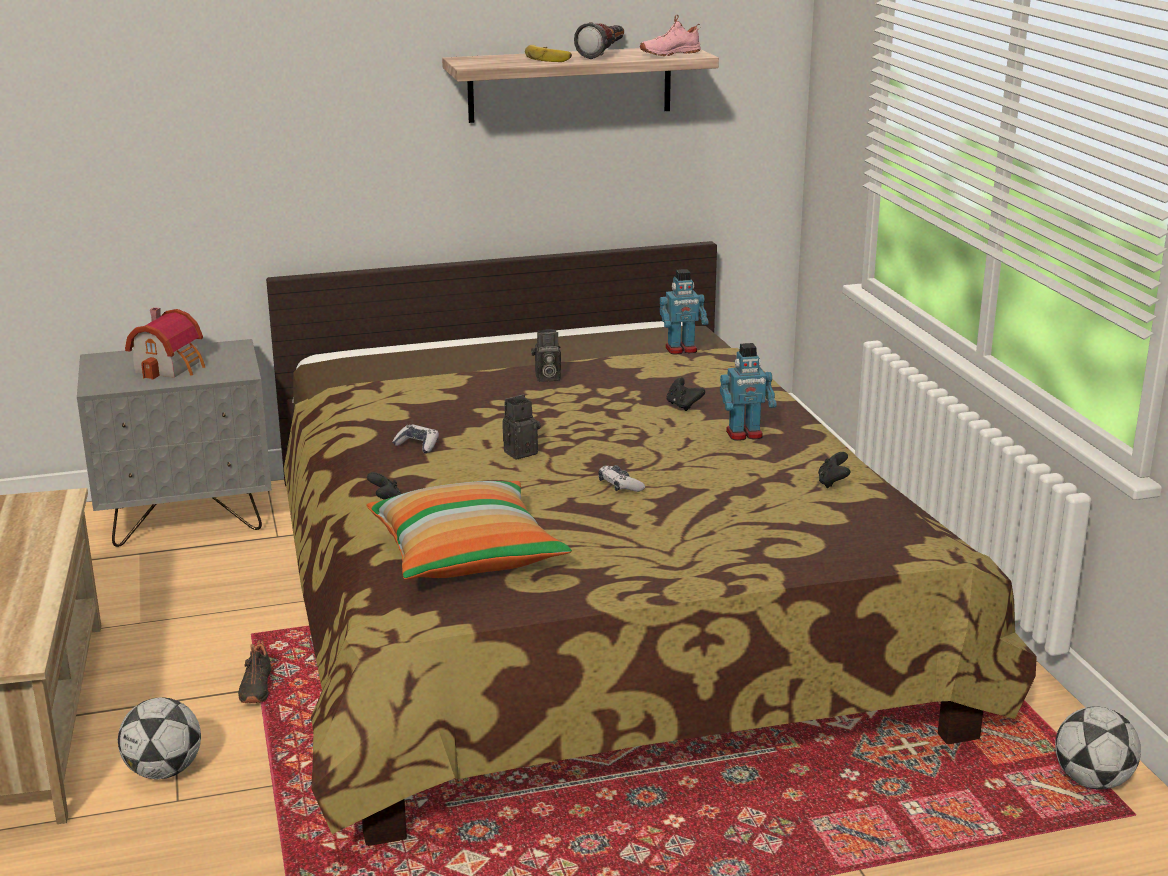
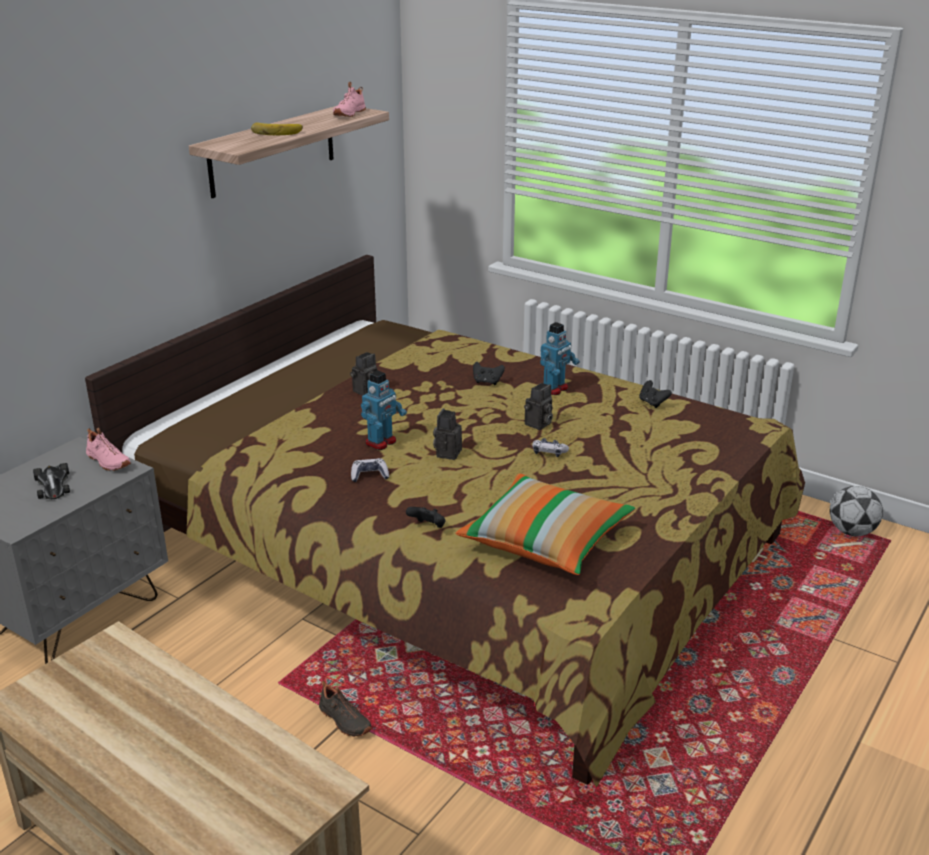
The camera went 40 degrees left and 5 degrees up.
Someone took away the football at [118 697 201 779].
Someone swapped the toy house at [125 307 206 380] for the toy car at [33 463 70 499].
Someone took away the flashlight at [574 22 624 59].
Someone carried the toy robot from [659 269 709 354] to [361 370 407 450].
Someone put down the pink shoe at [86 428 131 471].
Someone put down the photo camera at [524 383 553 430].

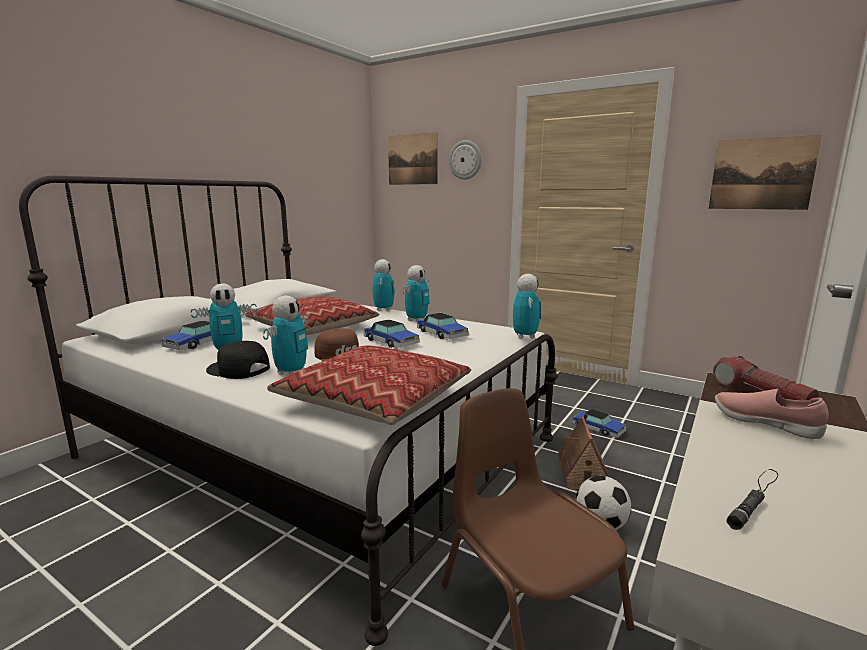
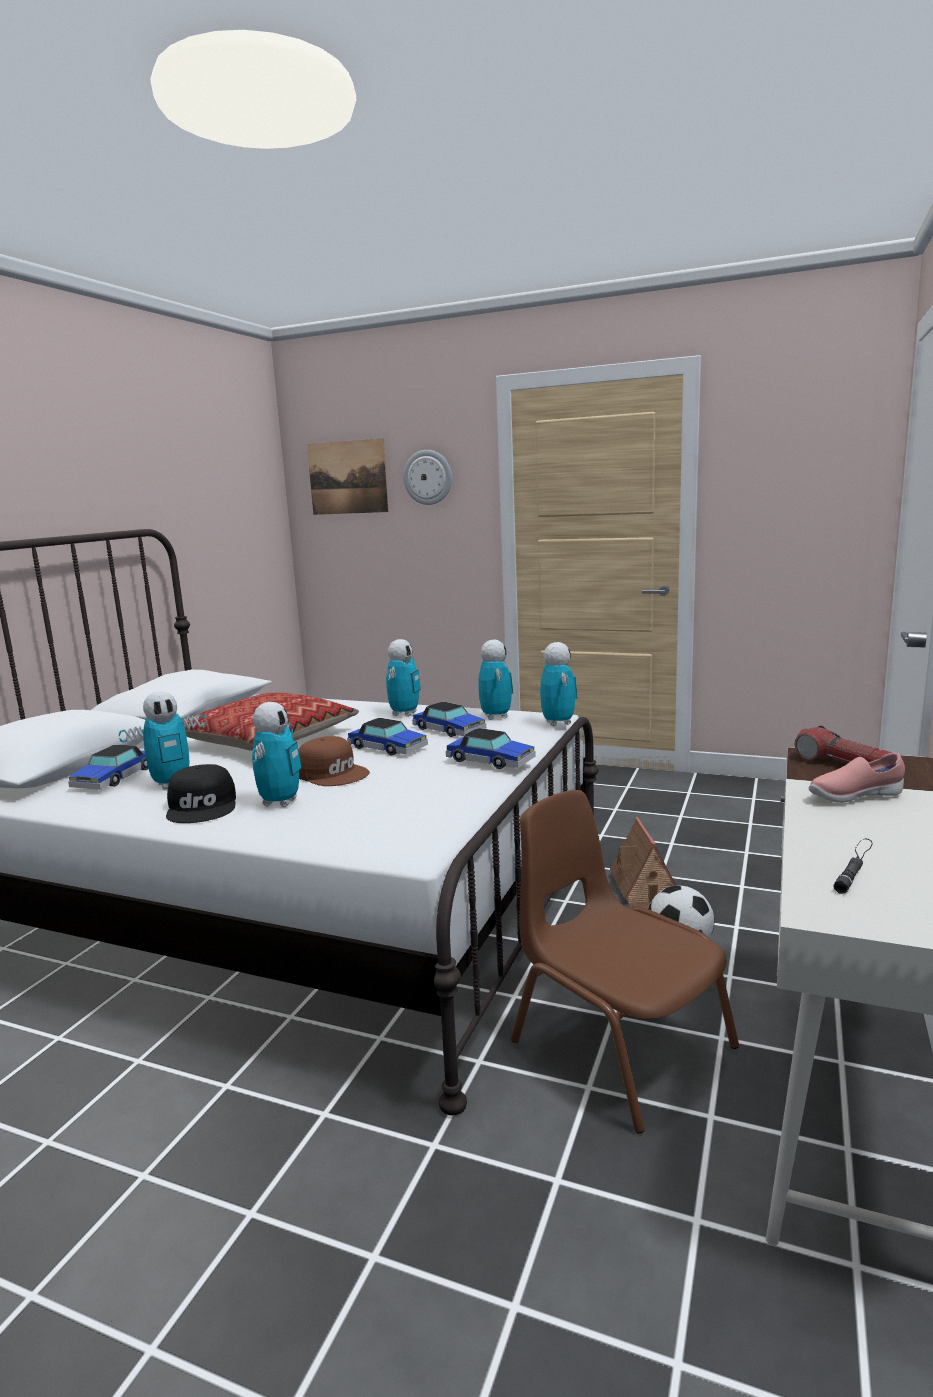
The camera went 10 degrees left and 0 degrees up.
Someone rotated the black cap at [206 341 270 379] by 120 degrees counterclockwise.
Someone took away the pillow at [267 346 471 425].
Someone carried the toy robot from [373 259 395 311] to [478 640 513 720].
Someone carried the toy car from [572 409 627 438] to [446 728 536 769].
Someone took away the picture at [709 135 822 210].
Someone rotated the pink shoe at [715 389 829 439] by 45 degrees counterclockwise.

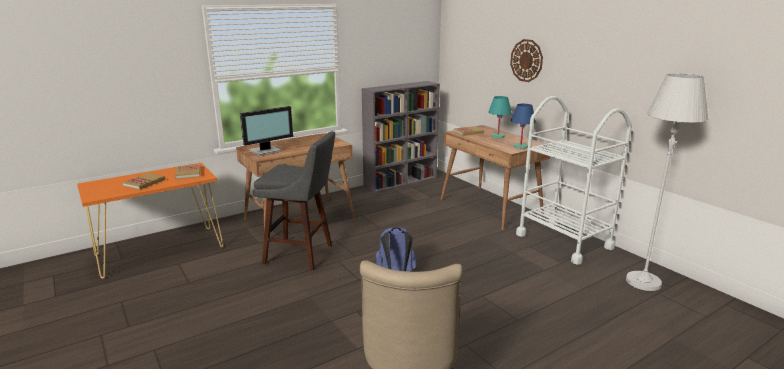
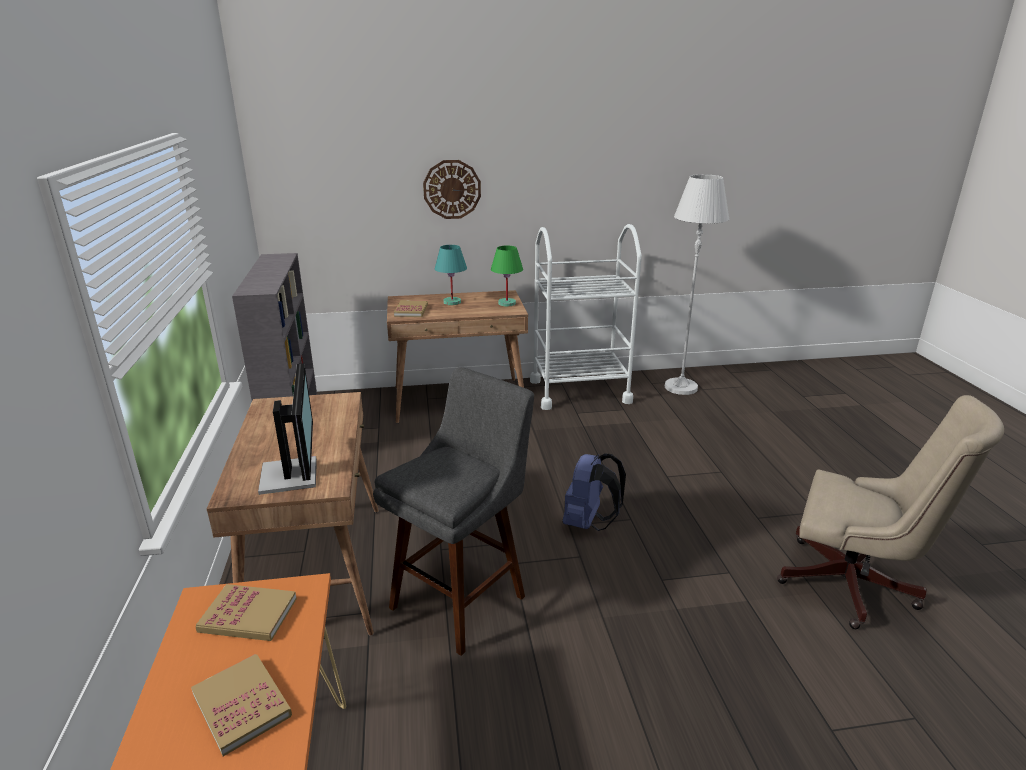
The camera went 65 degrees left and 5 degrees up.
Someone repainted the blue table lamp at [511 104 536 149], which became the green table lamp at [491 246 523 307].

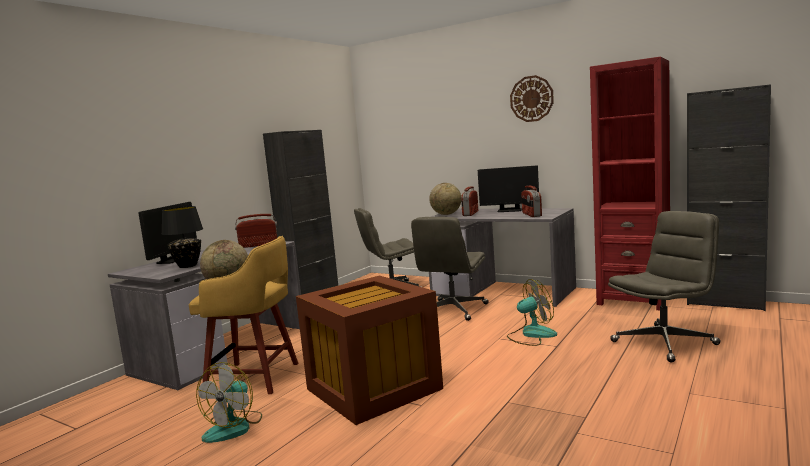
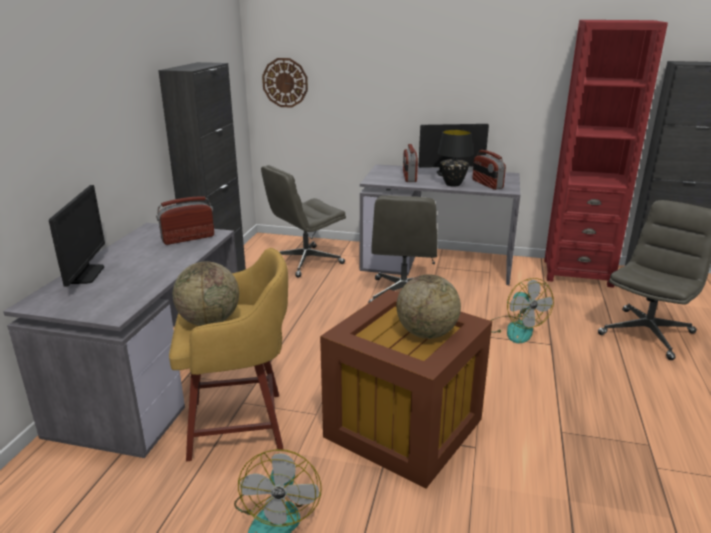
The camera went 20 degrees left and 15 degrees up.
Someone carried the black table lamp from [162 206 203 268] to [437 129 473 187].
Someone carried the globe from [429 183 461 215] to [397 274 461 339].
Someone rotated the fan at [507 279 557 346] by 105 degrees clockwise.
Someone carried the wall clock from [510 75 554 122] to [262 58 308 108].

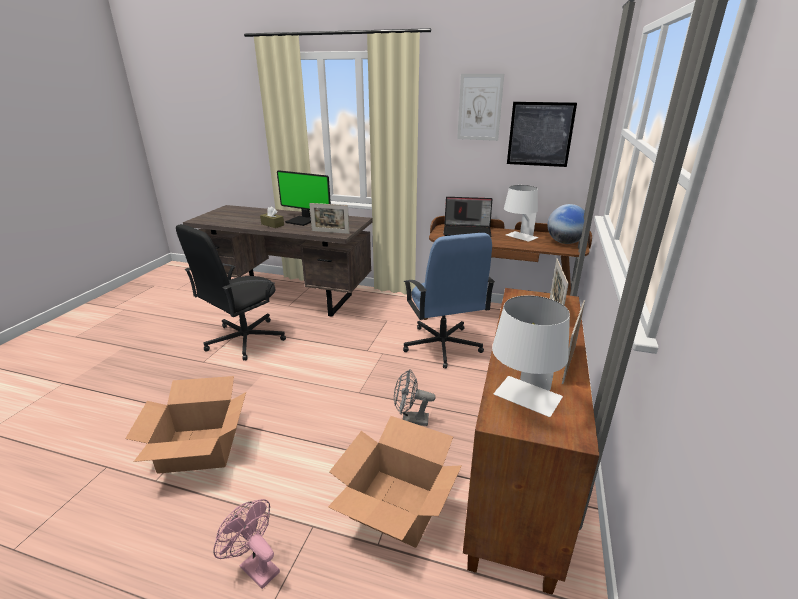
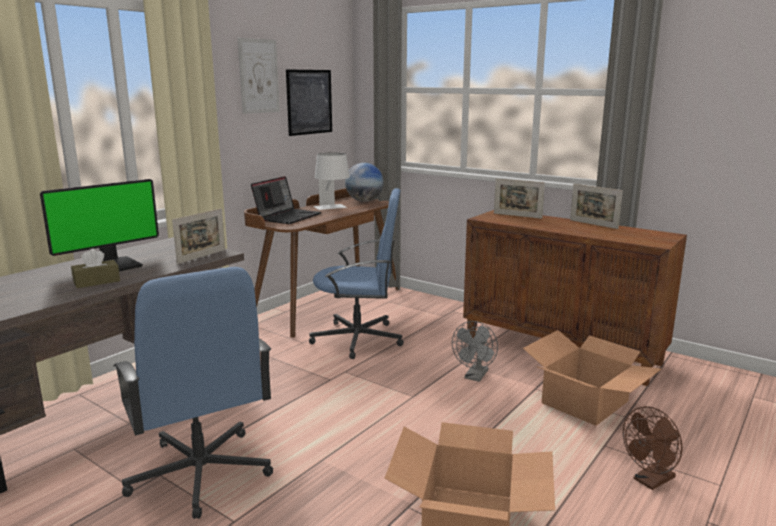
The camera went 70 degrees left and 10 degrees down.
Someone repainted the black office chair at [176 224 286 360], which became the blue office chair at [113 267 273 519].
Someone repainted the pink fan at [213 499 280 589], which became the brown fan at [623 406 683 490].
Someone took away the white table lamp at [492 295 570 417].

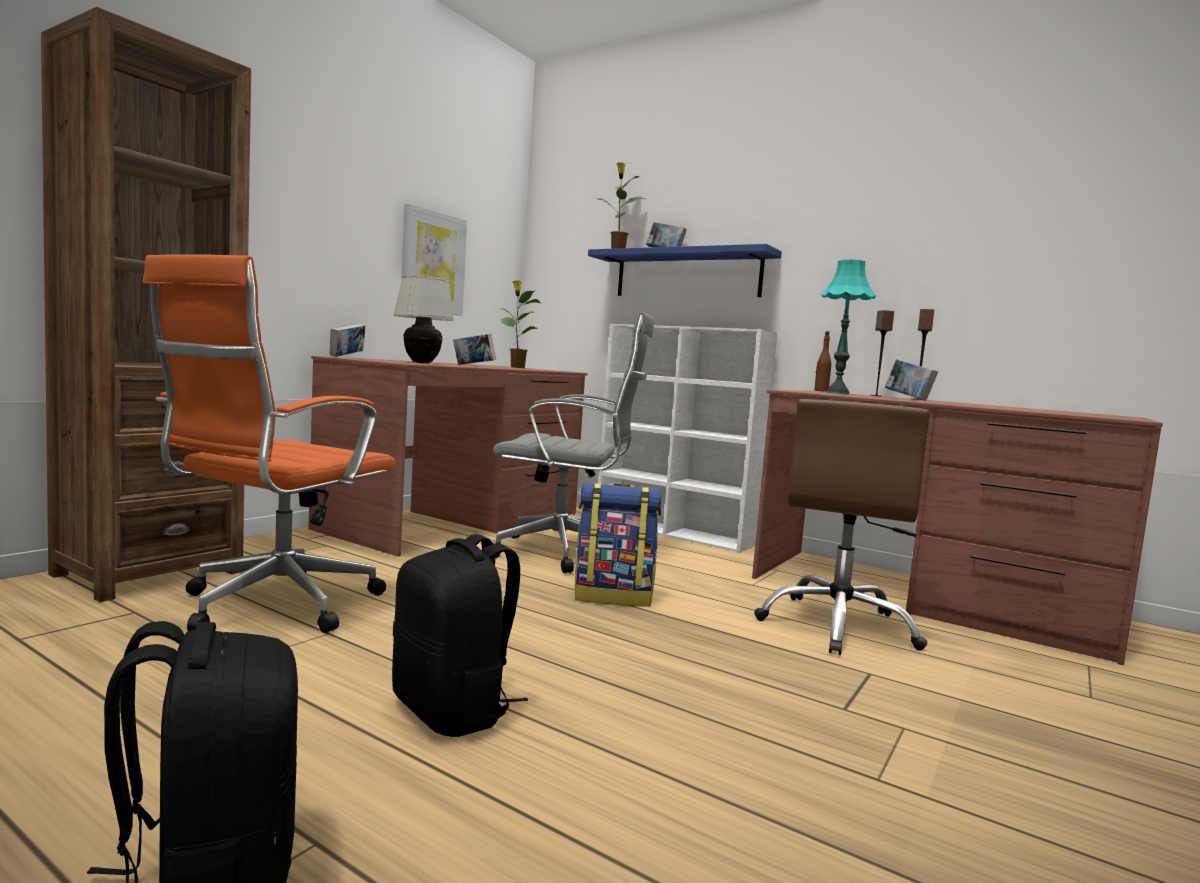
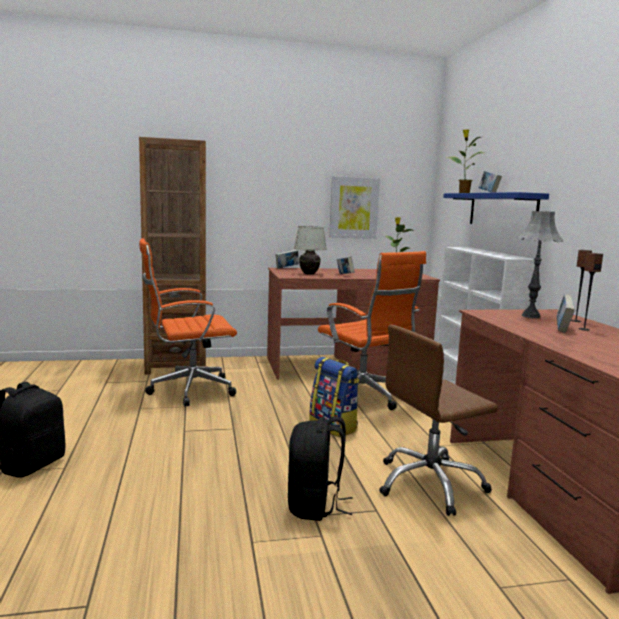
The camera went 45 degrees right and 5 degrees up.
Someone carried the black backpack from [392 534 528 737] to [288 416 353 521].
Someone repainted the grey office chair at [493 312 654 573], which became the orange office chair at [318 251 426 410].
Someone took away the brown bottle at [814 331 831 392].
Someone repainted the turquoise table lamp at [821 259 875 394], which became the grey table lamp at [518 211 563 318].

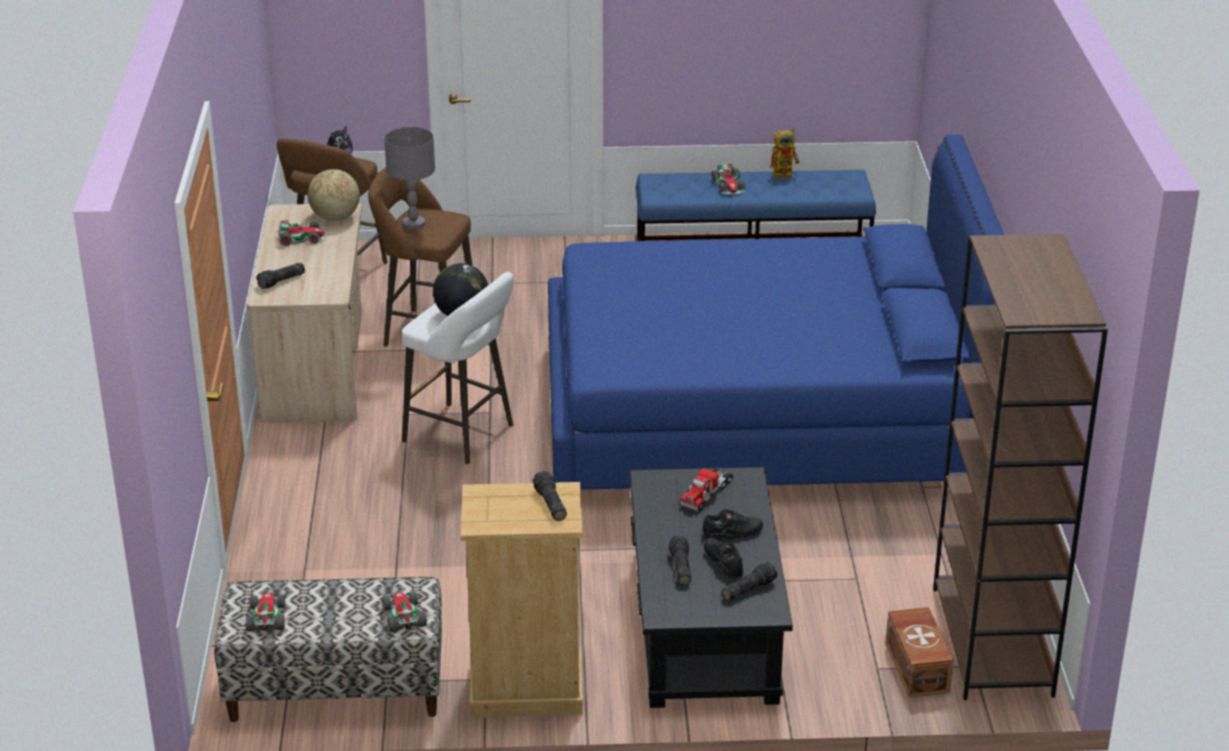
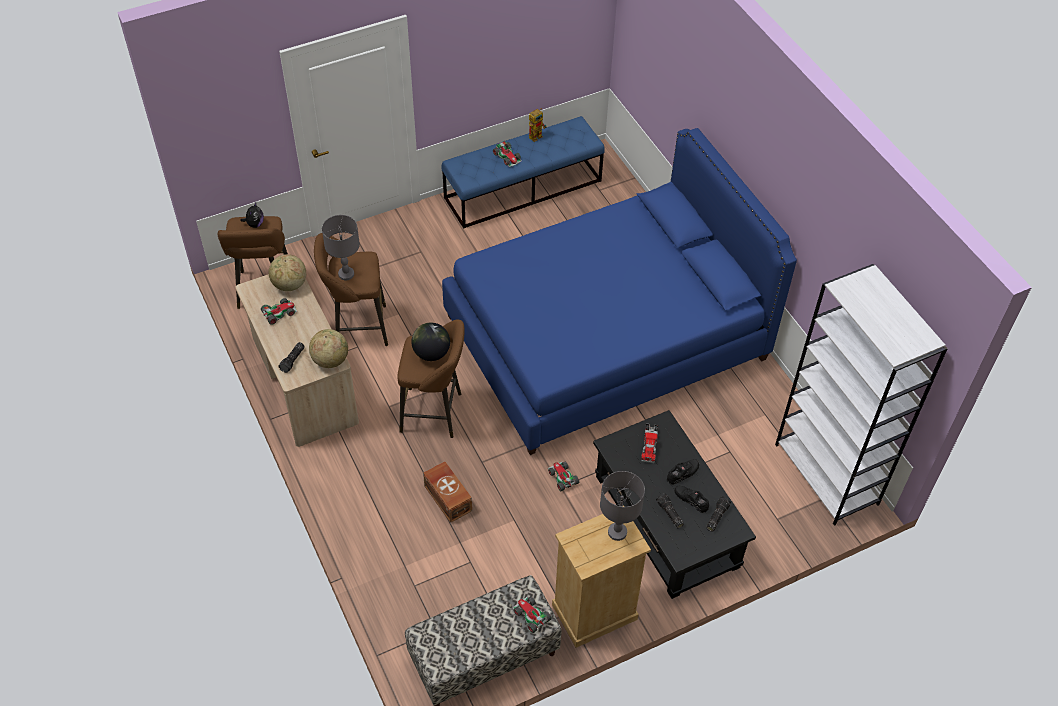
The camera went 25 degrees left and 20 degrees up.
Someone carried the toy car from [246 593 285 631] to [548 462 579 491].
Someone repainted the white stool at [402 272 513 464], which became the brown stool at [397 319 465 438].
Someone swapped the flashlight at [533 471 567 521] for the grey table lamp at [600 471 645 541].
Someone carried the brown storage box from [886 607 953 698] to [423 461 472 523].
Someone repainted the brown bookcase at [933 234 1108 700], which became the white bookcase at [775 264 948 526].
Someone put down the globe at [309 329 348 368].

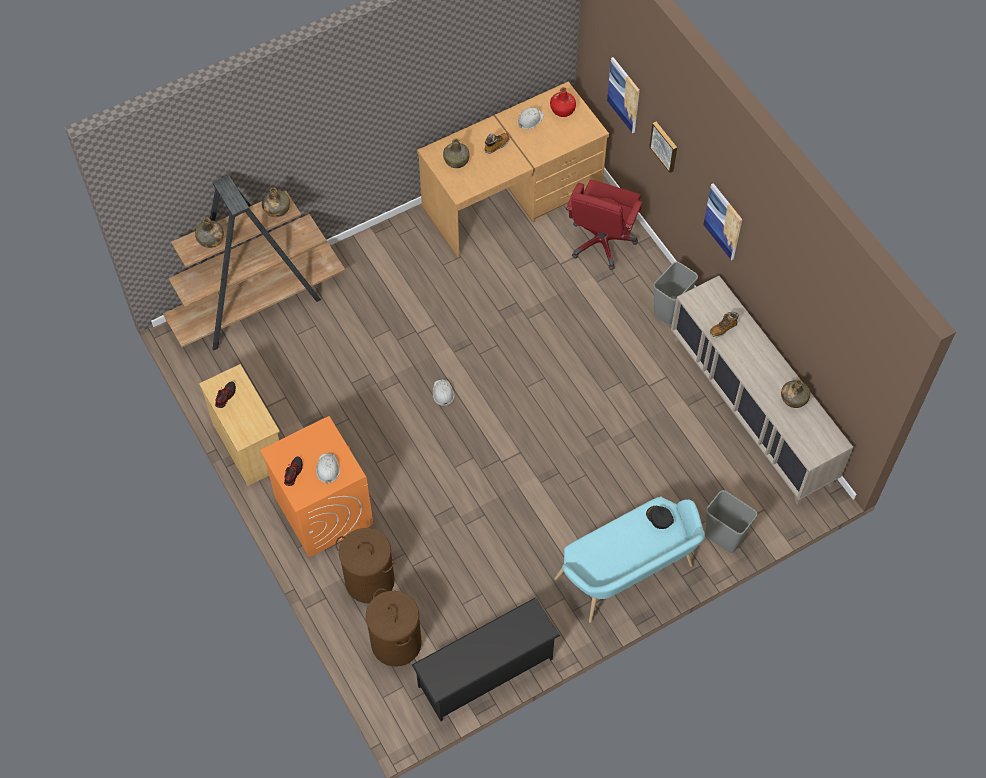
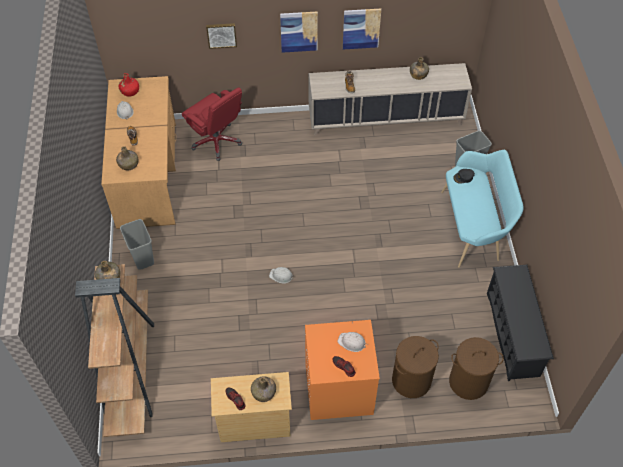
The camera went 65 degrees left and 5 degrees down.
Someone carried the green bottle from [195 217 224 248] to [251 377 276 402].
Someone carried the picture from [607 57 640 133] to [343 9 381 49].
Someone carried the grey trash can from [653 262 698 324] to [120 219 154 270].

